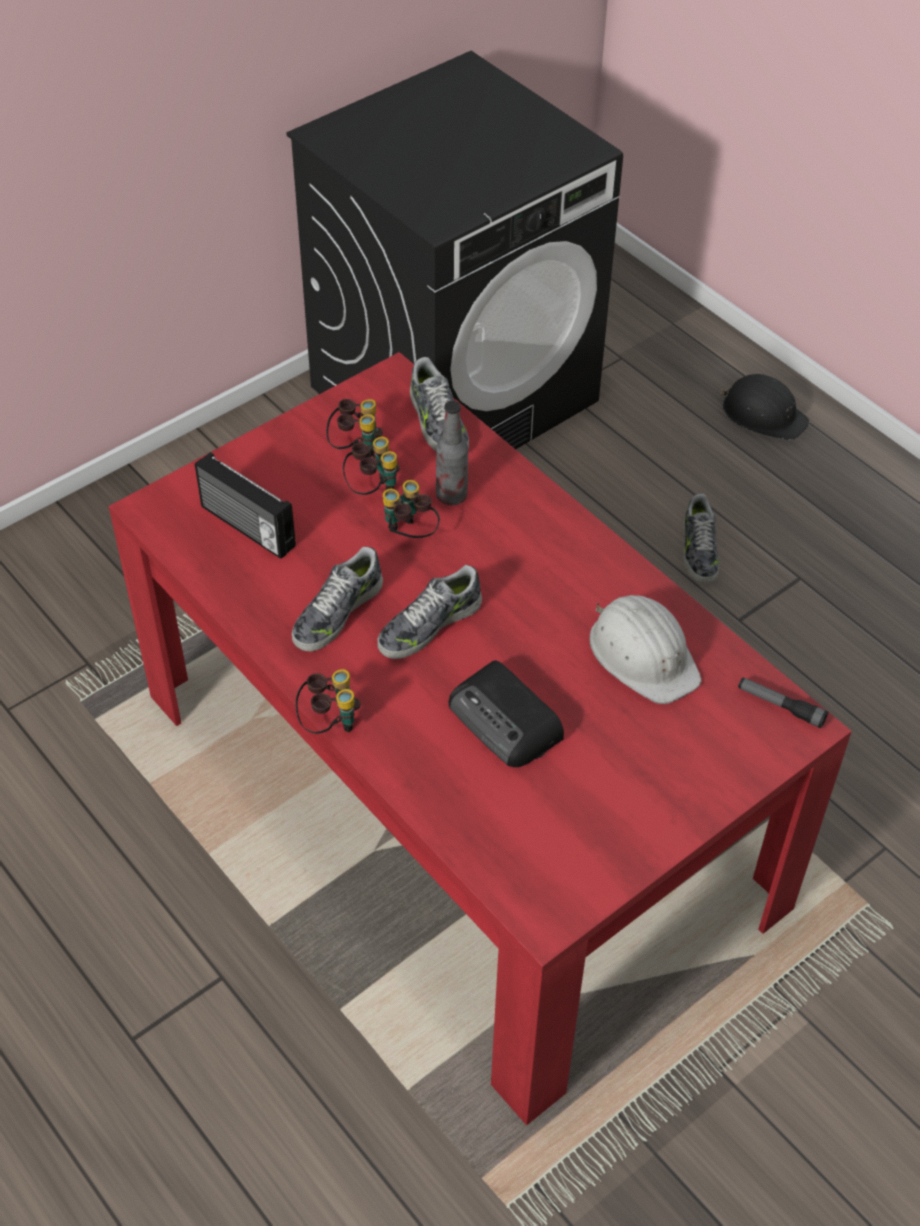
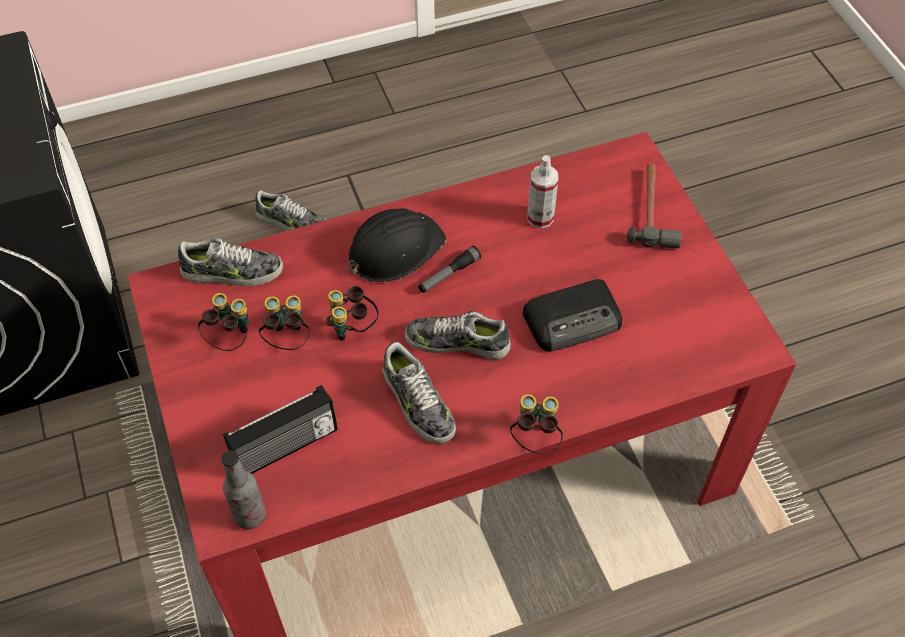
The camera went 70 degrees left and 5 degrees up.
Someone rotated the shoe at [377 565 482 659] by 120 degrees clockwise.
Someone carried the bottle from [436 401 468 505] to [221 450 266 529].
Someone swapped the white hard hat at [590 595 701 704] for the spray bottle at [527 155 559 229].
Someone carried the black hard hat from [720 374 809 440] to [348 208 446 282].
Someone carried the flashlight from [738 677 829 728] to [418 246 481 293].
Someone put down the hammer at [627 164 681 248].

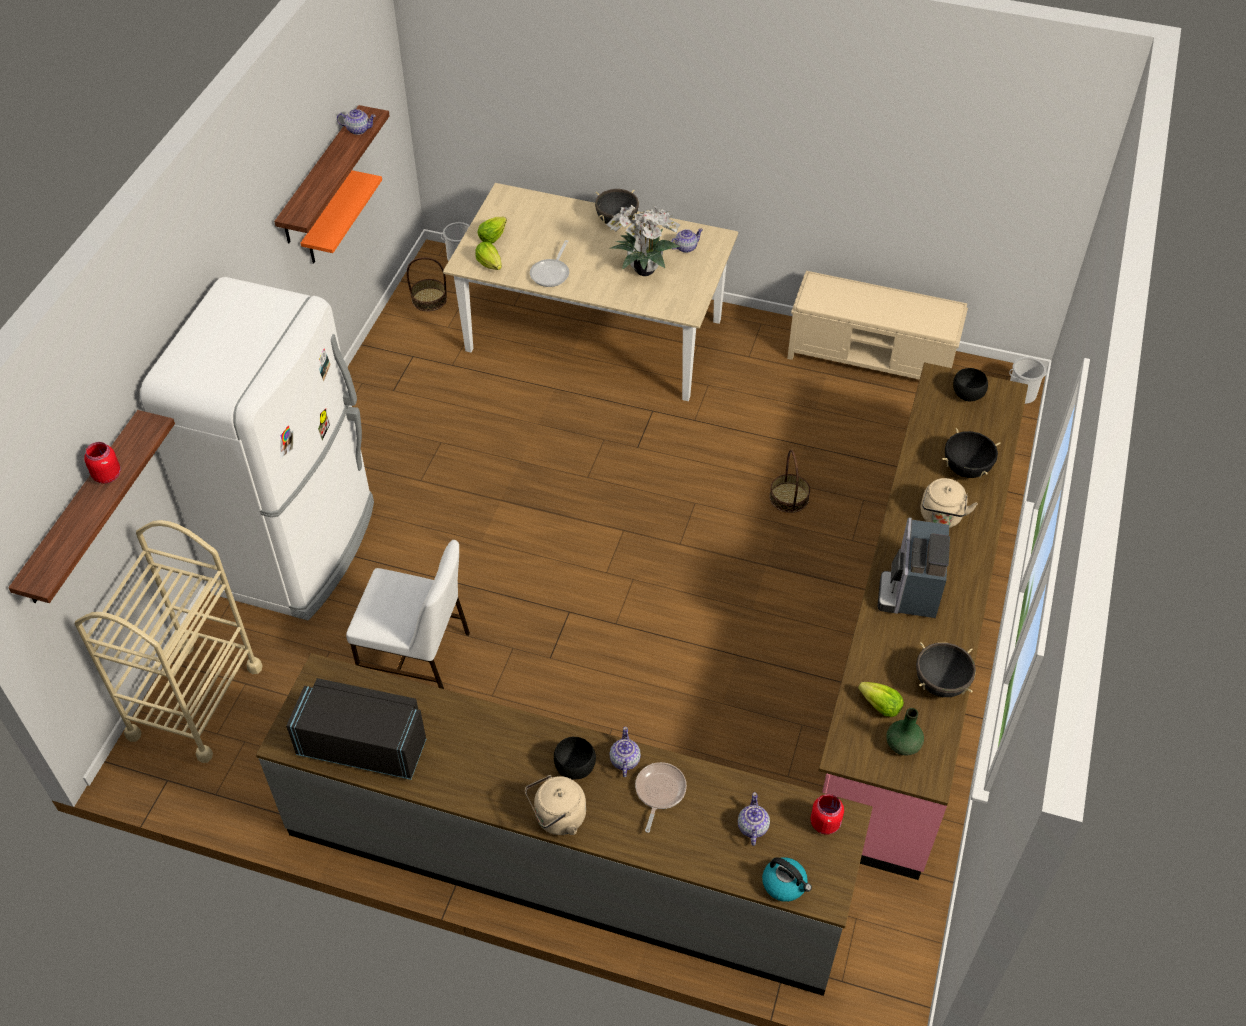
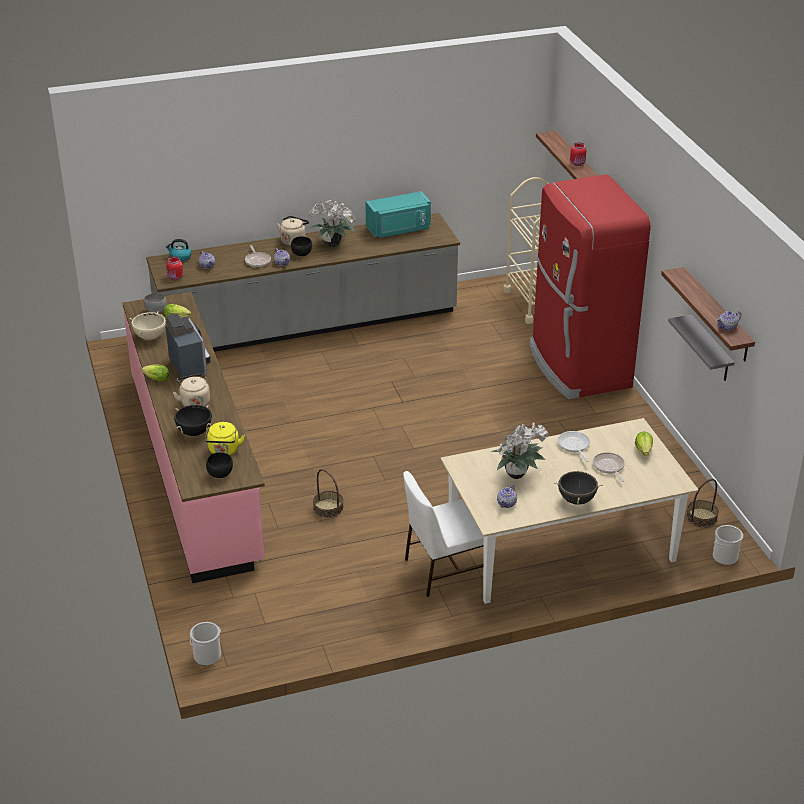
The camera went 145 degrees right and 15 degrees down.
Someone repainted the white fridge at [140 277 374 620], which became the red fridge at [530 174 650 399].
Someone repainted the black microwave at [286 678 426 780], which became the turquoise microwave at [365 191 431 238].
Someone repainted the orange shelf at [300 170 382 264], which became the grey shelf at [668 314 735 381].
Someone carried the white chair from [346 540 470 689] to [403 471 484 597].
Someone carried the lettuce from [475 242 502 270] to [142 364 170 382].
Someone took away the beige bench at [787 271 968 380].
Someone swapped the green vase at [886 708 924 756] for the grey bowl at [144 293 167 313].
Someone repainted the black cooking pot at [916 642 976 697], which became the beige cooking pot at [129 311 166 340].
Someone put down the yellow kettle at [205 422 245 455].
Someone put down the potted plant at [308 199 356 247].
Someone put down the frying pan at [593 452 625 482].

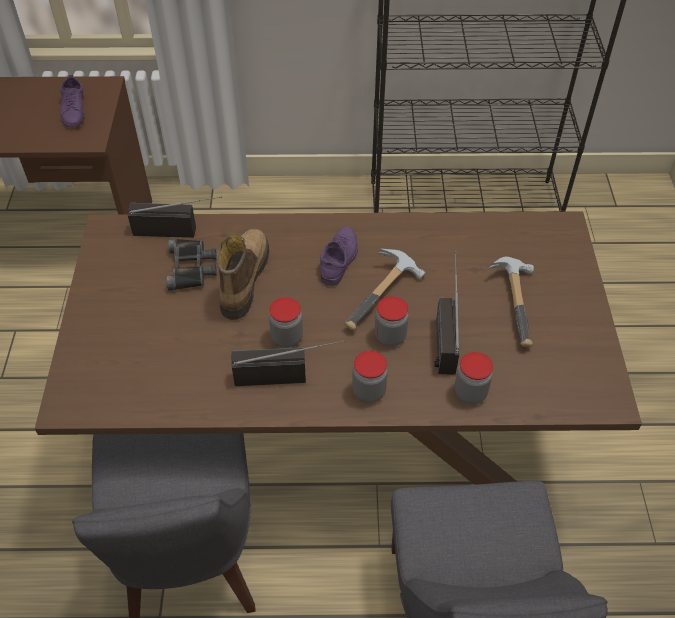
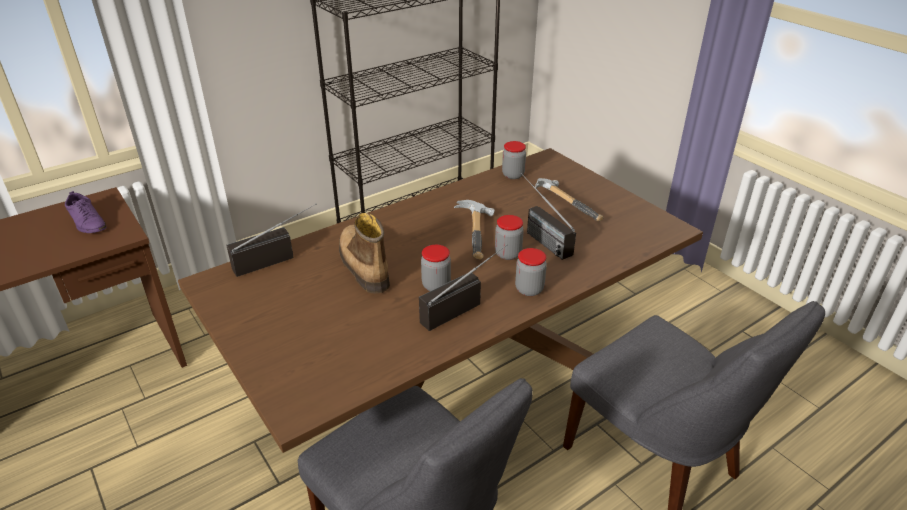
The camera went 35 degrees left and 15 degrees down.
Someone took away the black binoculars at [167 239 217 291].
Someone took away the purple shoe at [320 227 358 286].
Someone carried the jar from [455 352 493 404] to [502 141 526 179].

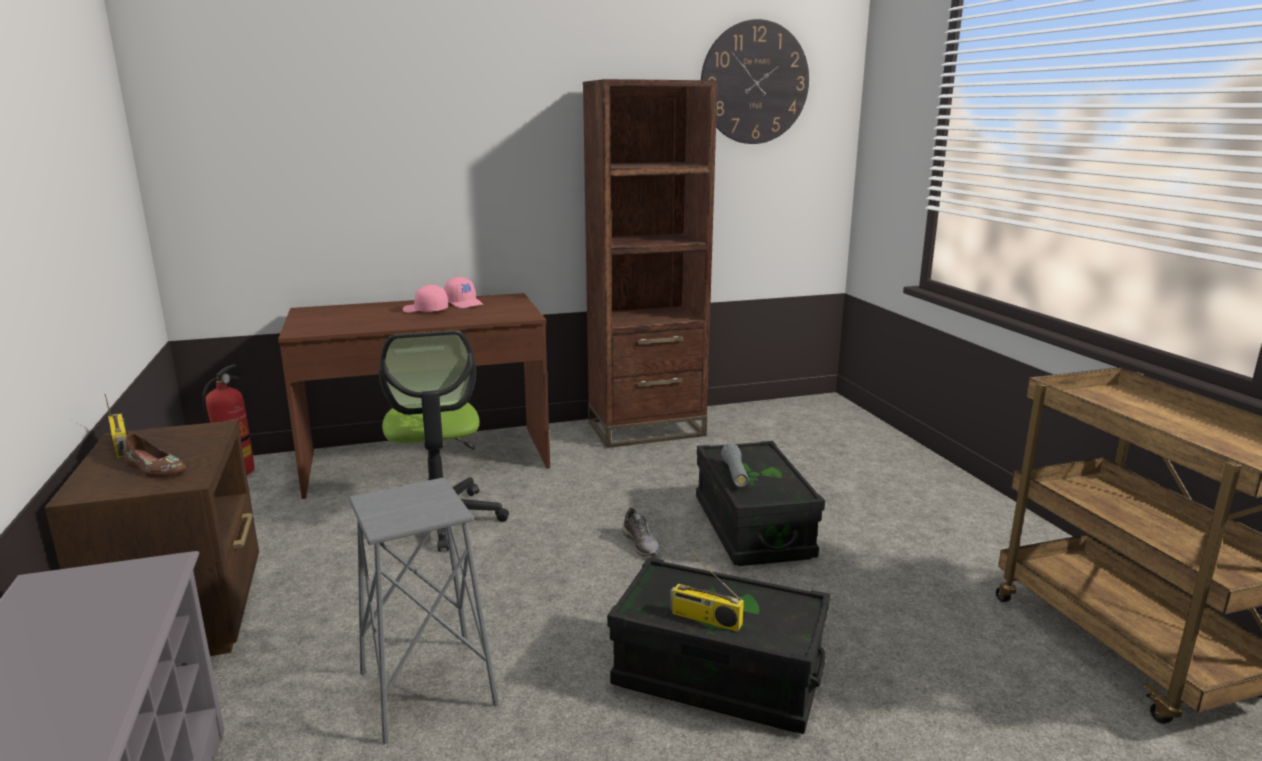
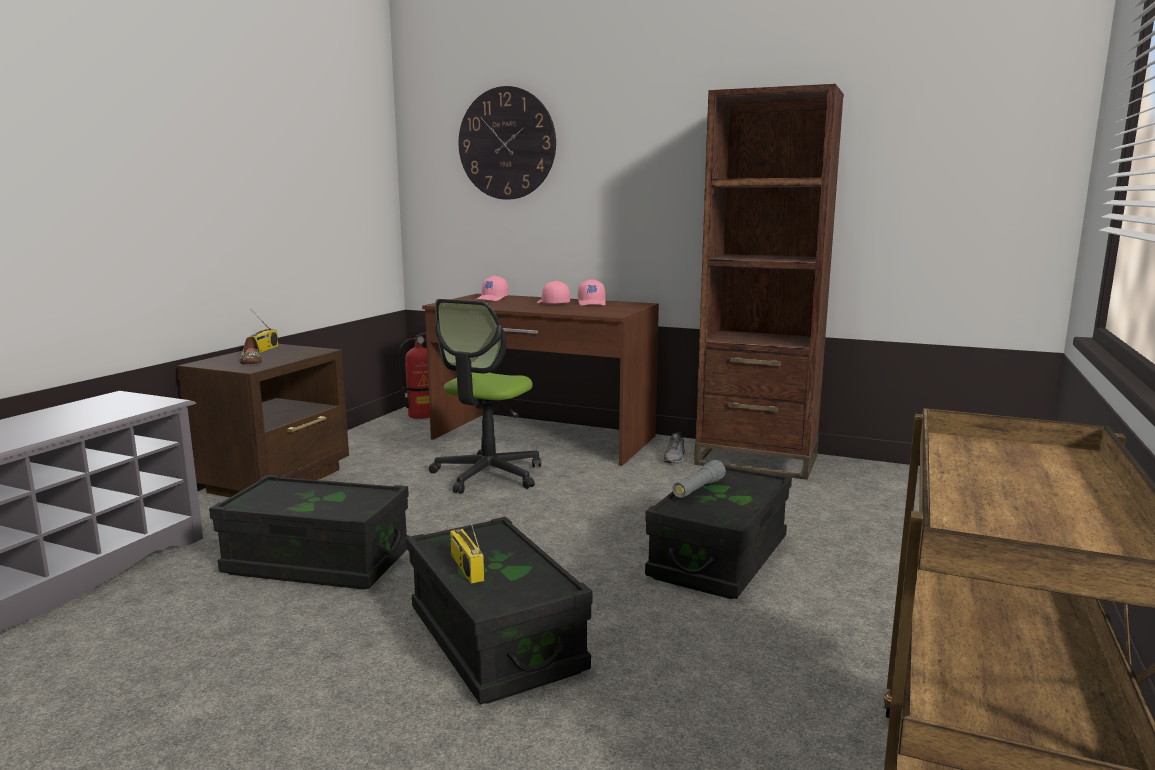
The camera went 40 degrees right and 5 degrees down.
Someone swapped the grey stool at [349 477 499 744] for the black storage box at [209 475 410 589].
Someone carried the grey shoe from [622 508 660 556] to [663 432 685 463].
Someone carried the wall clock from [701 19 809 144] to [458 86 556 200].
Someone put down the pink cap at [476 276 509 301].

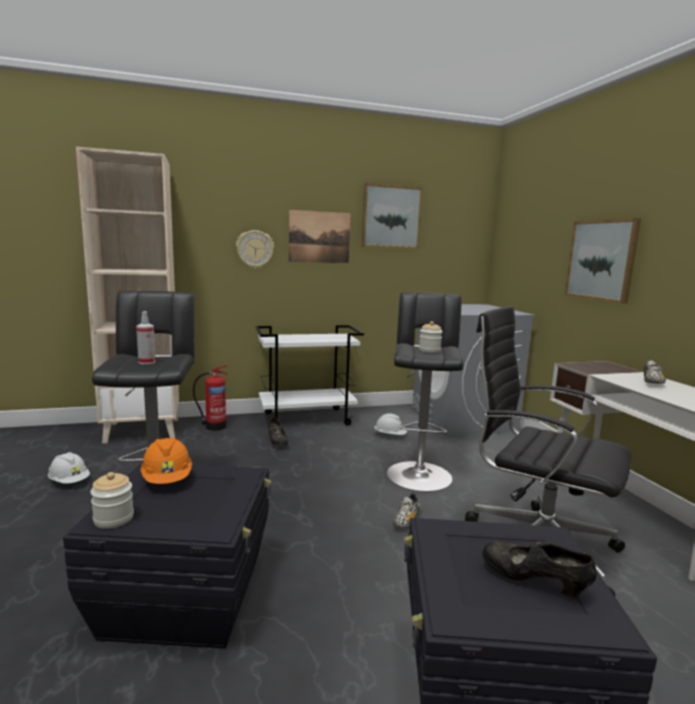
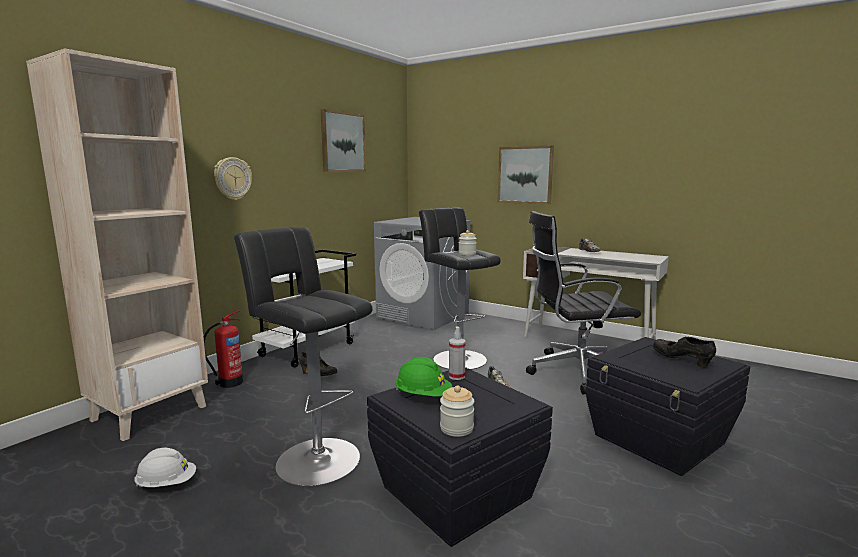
The camera went 40 degrees left and 0 degrees up.
Someone carried the spray bottle from [136 311 156 365] to [449 327 466 380].
Someone repainted the orange hard hat at [140 437 192 484], which became the green hard hat at [395 357 452 397].
Someone took away the picture at [289 210 350 263].
Someone took away the white hard hat at [374 413 407 435].
Someone rotated the black shoe at [482 541 597 598] by 60 degrees clockwise.

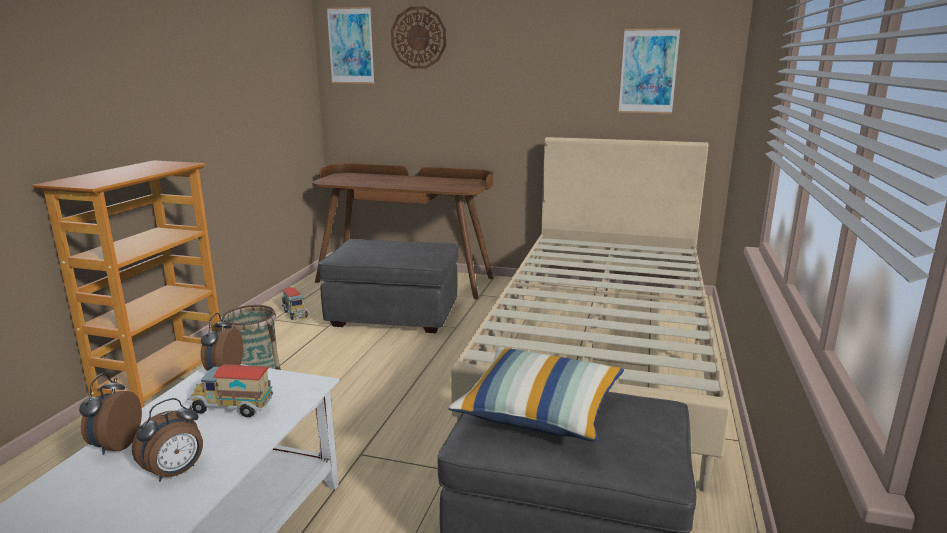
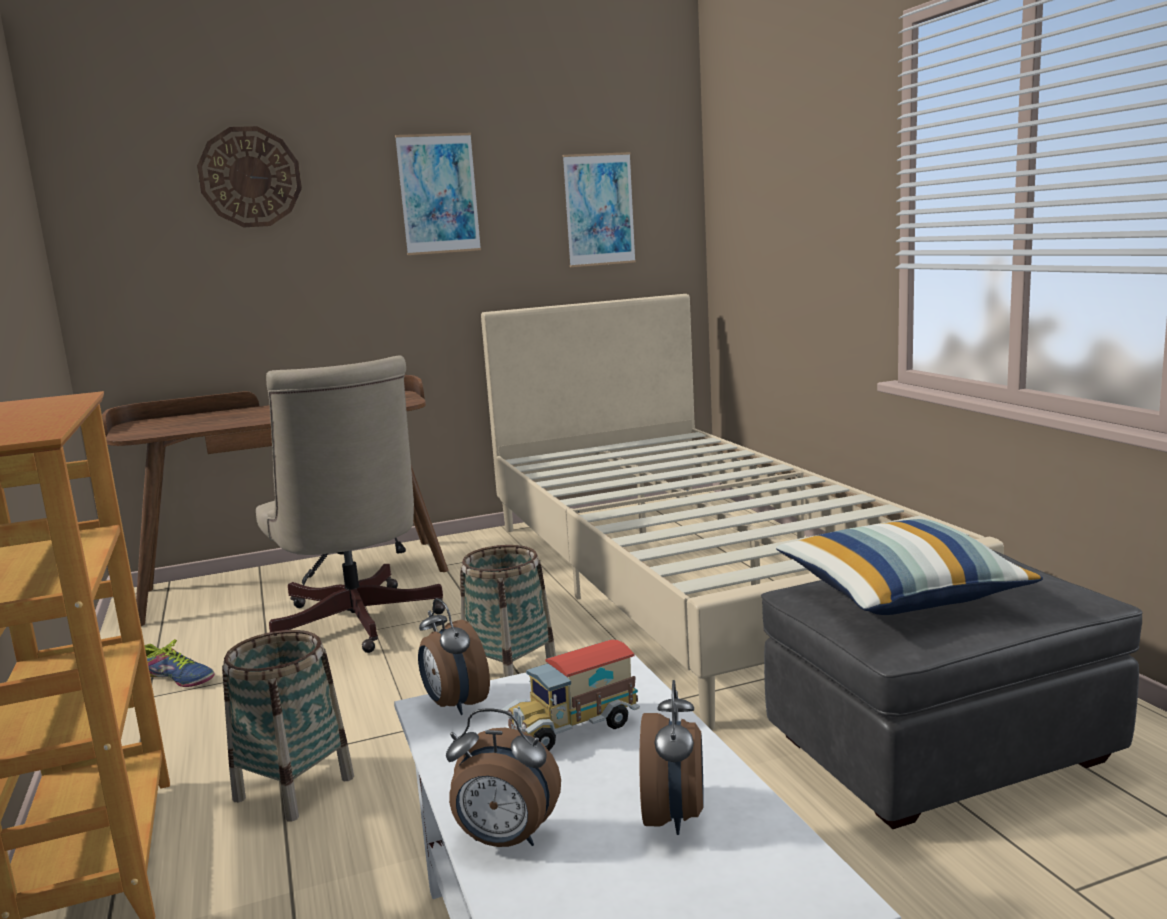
The camera went 35 degrees left and 5 degrees down.
Someone rotated the alarm clock at [79 373 142 455] by 45 degrees counterclockwise.
Someone swapped the toy truck at [281 287 308 320] for the shoe at [145 639 214 687].
Someone swapped the grey ottoman at [318 239 458 333] for the beige office chair at [256 356 445 653].
Someone carried the picture from [326 7 375 84] to [395 133 481 255].
Someone put down the basket at [460 545 556 677].

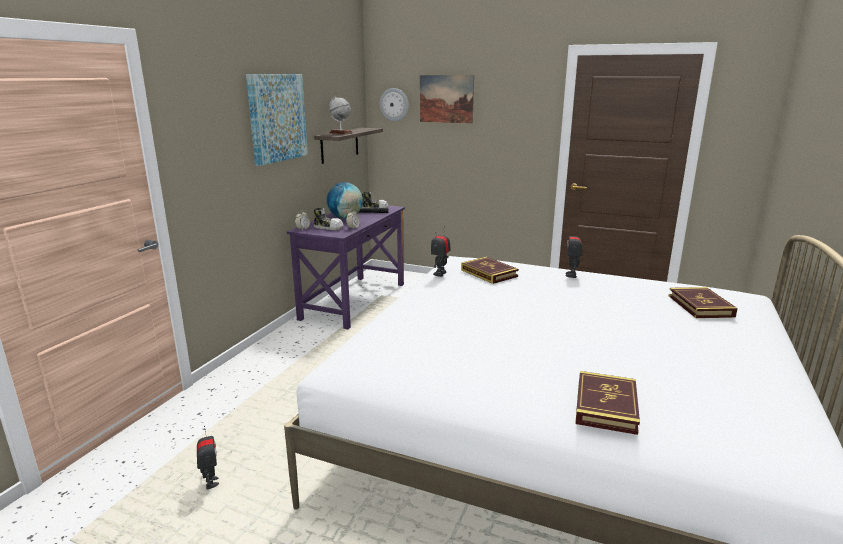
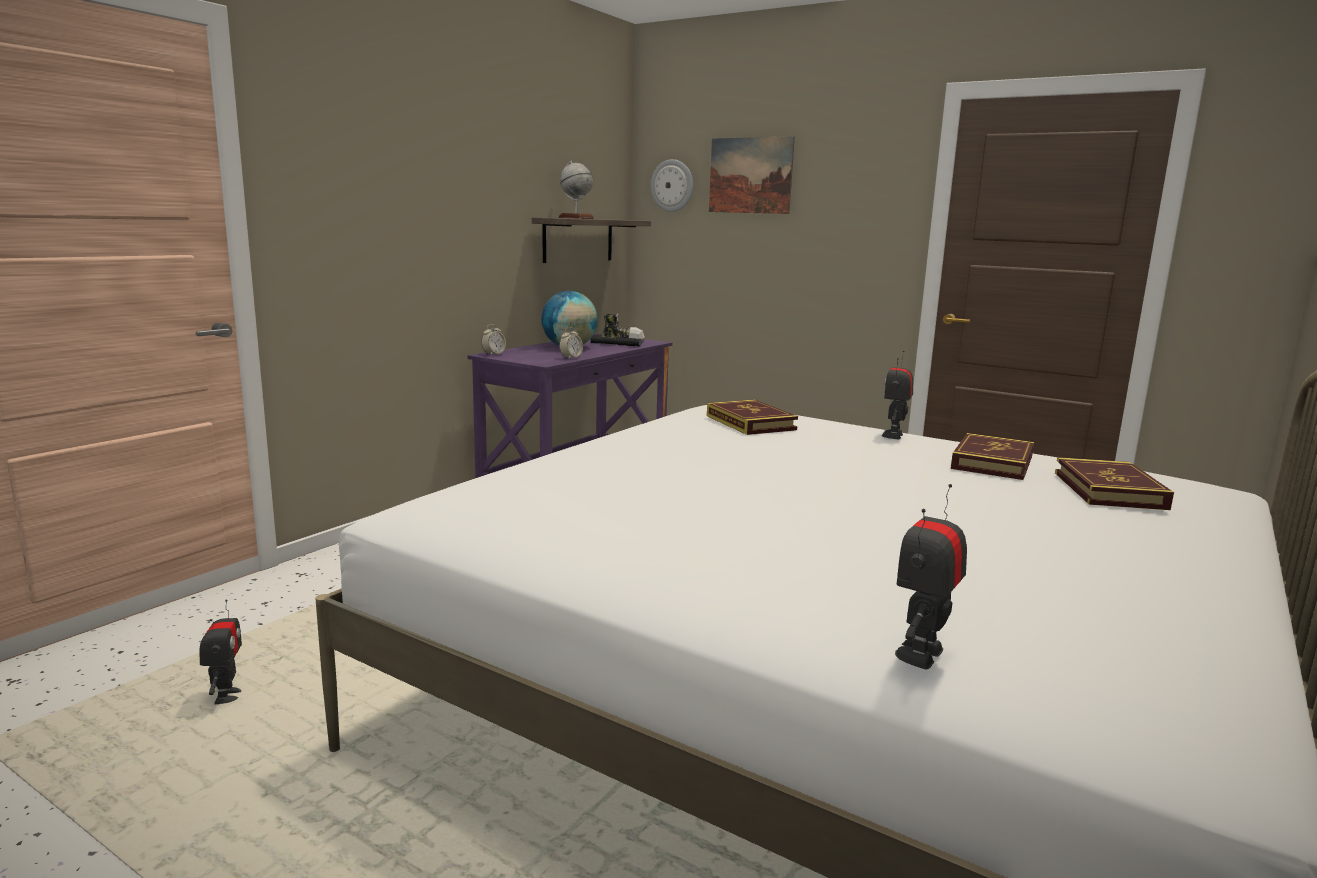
The camera went 10 degrees right and 5 degrees down.
Someone took away the picture at [246 74 308 166].
Someone took away the shoe at [314 208 343 230].
Someone carried the toy robot from [431 225 451 277] to [895 484 967 670].
Someone carried the book from [575 371 640 435] to [951 433 1034 480].

